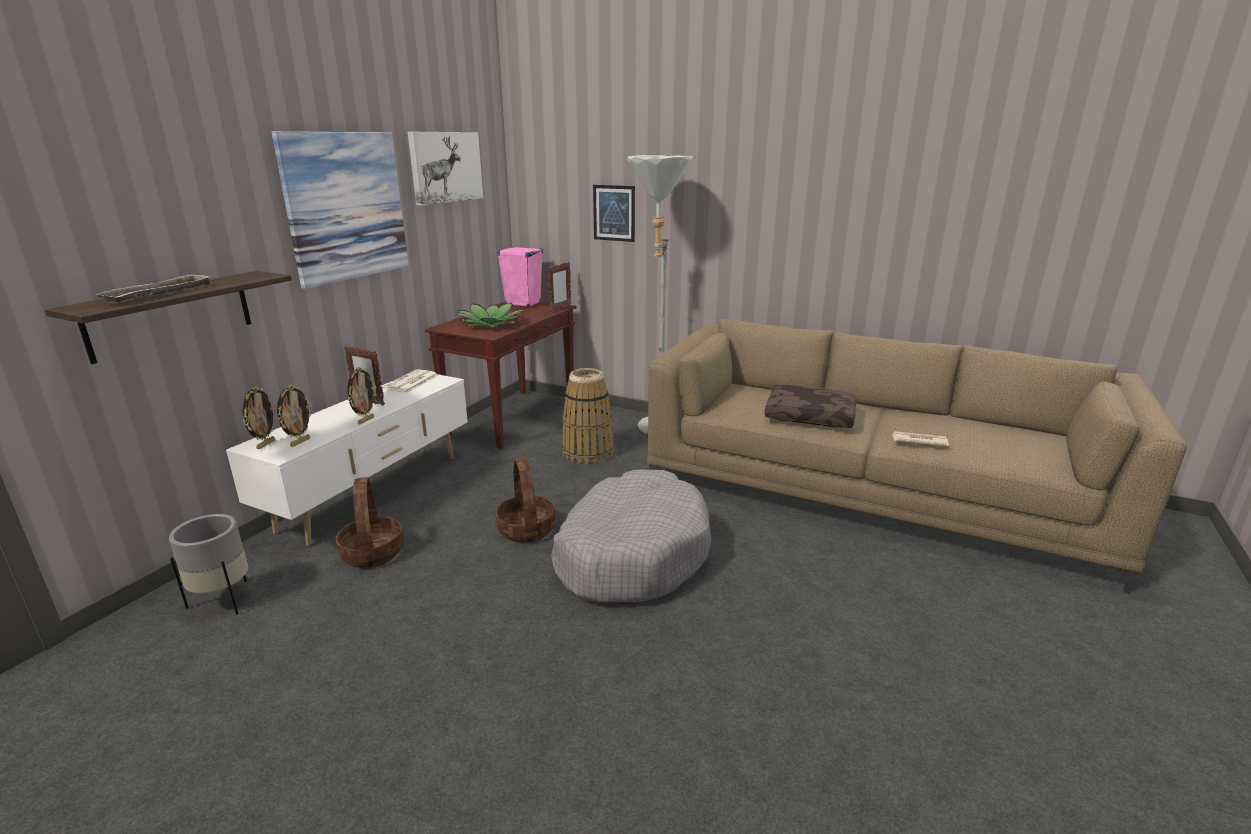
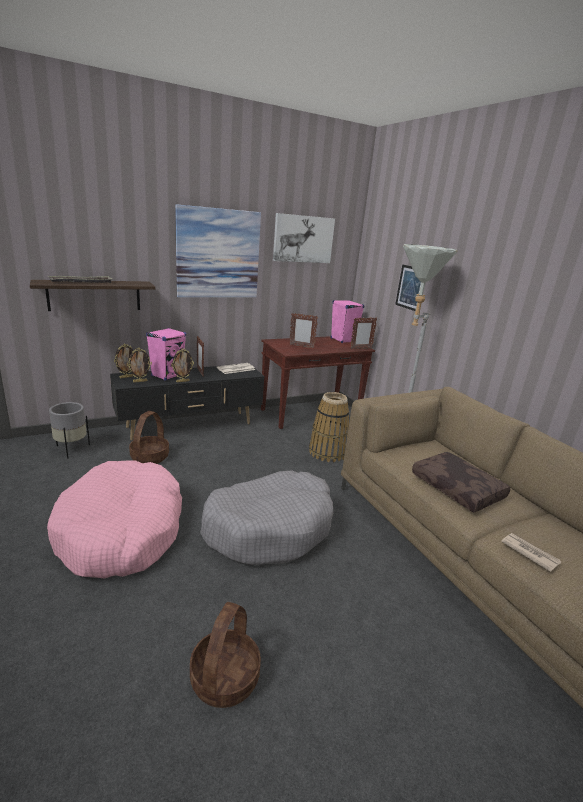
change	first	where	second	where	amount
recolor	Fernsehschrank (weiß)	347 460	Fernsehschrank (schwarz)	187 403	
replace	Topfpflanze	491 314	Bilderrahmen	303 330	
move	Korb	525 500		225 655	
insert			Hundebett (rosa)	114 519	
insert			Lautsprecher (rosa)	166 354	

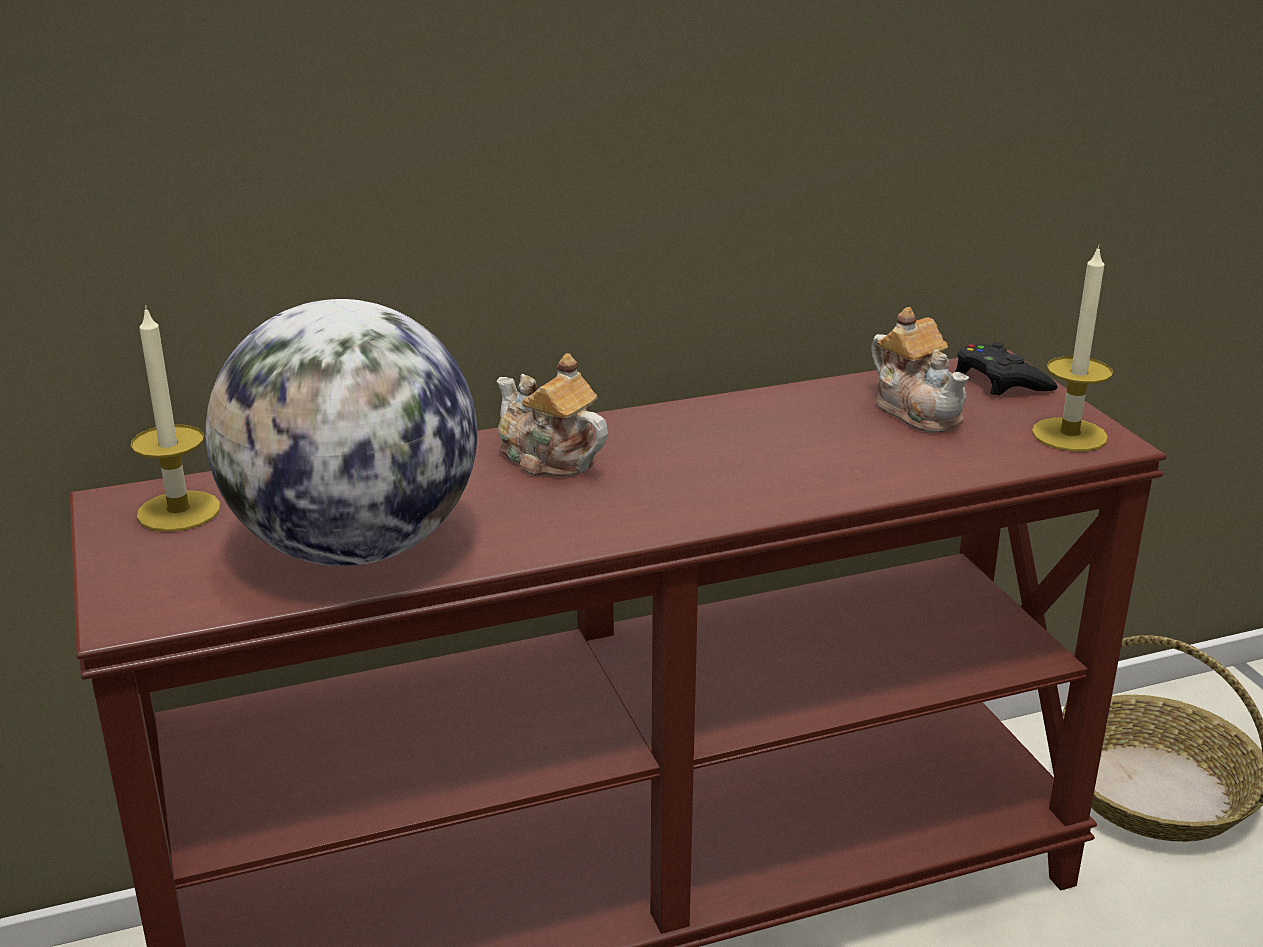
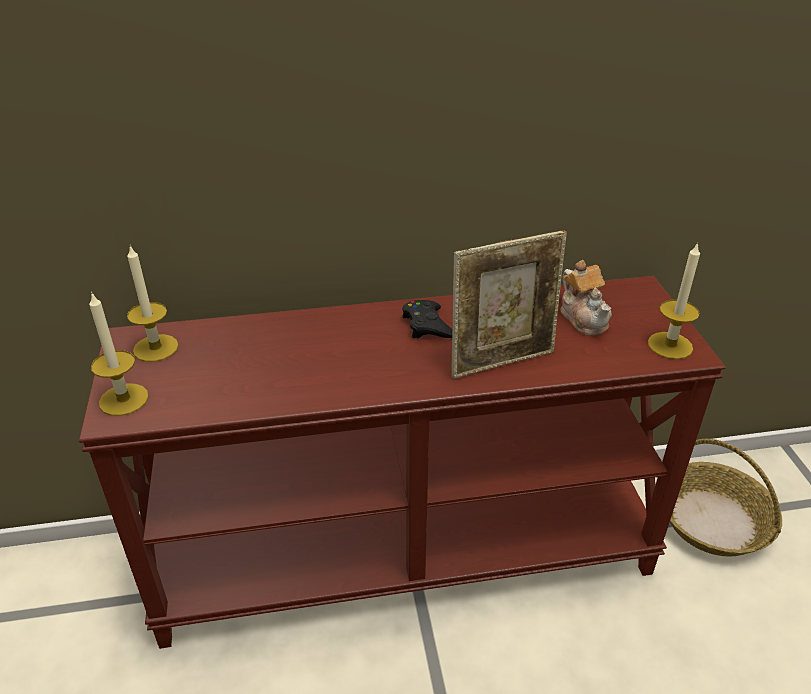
change	first	where	second	where	amount
delete	Globus	341 432			
delete	Teekanne	552 415			
move	Gamepad (schwarz)	1006 368		427 319	
insert			Kerze	119 354	
insert			Bilderrahmen	509 304	

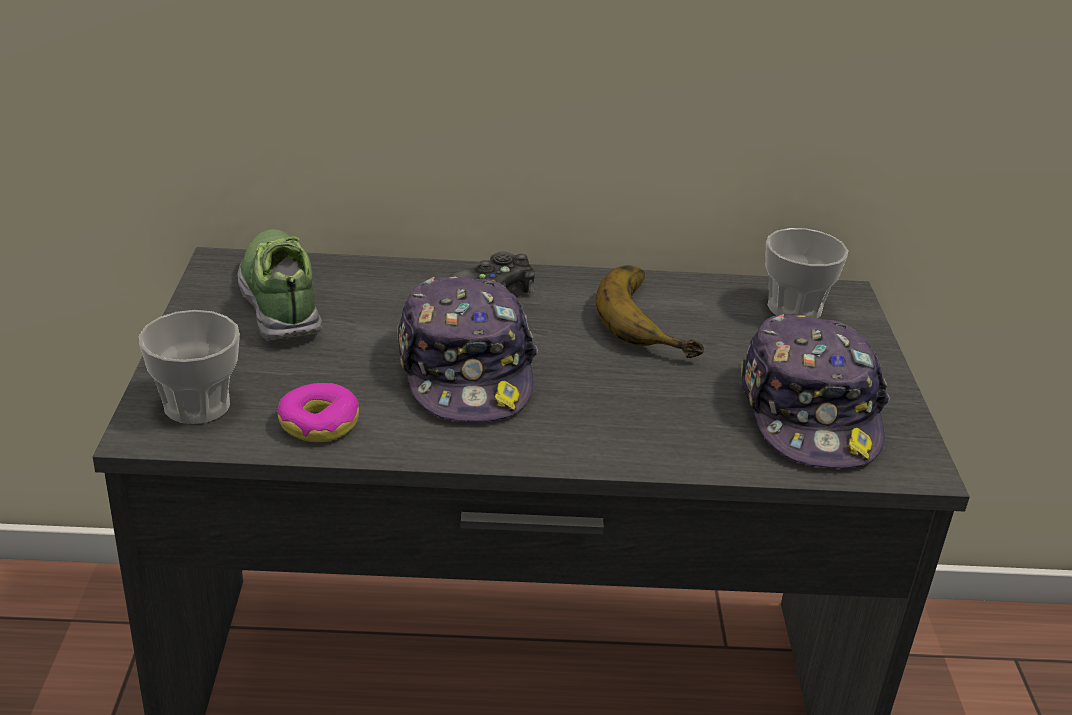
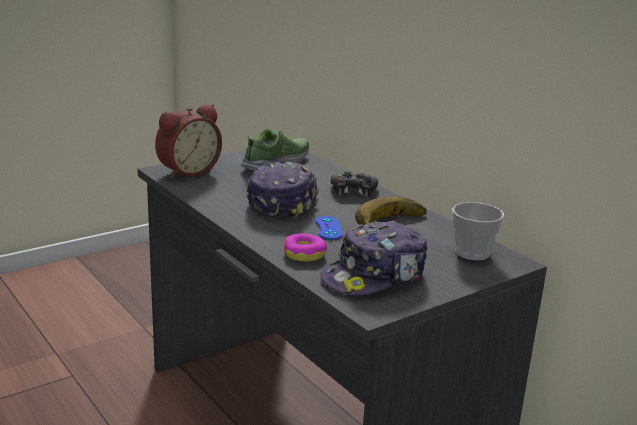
change	first	where	second	where	amount
replace	Tasse	189 367	Wecker	188 141	
move	Donut	318 412		305 248	
rotate	Kappe	467 349		282 190	150 degrees clockwise
insert			Gamepad (blau)	329 228	

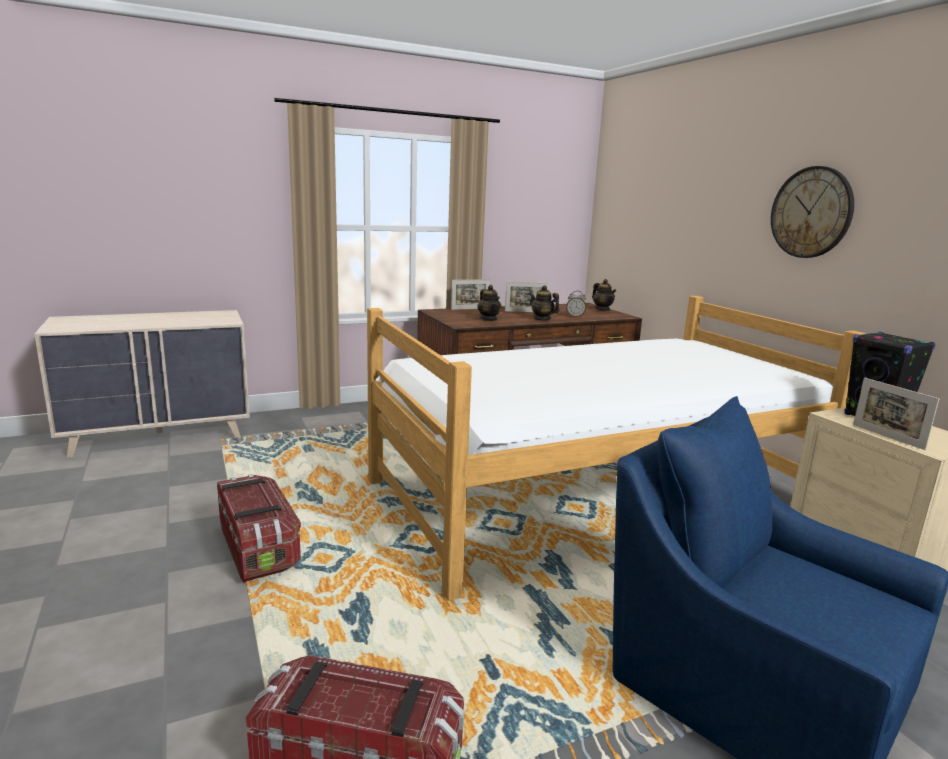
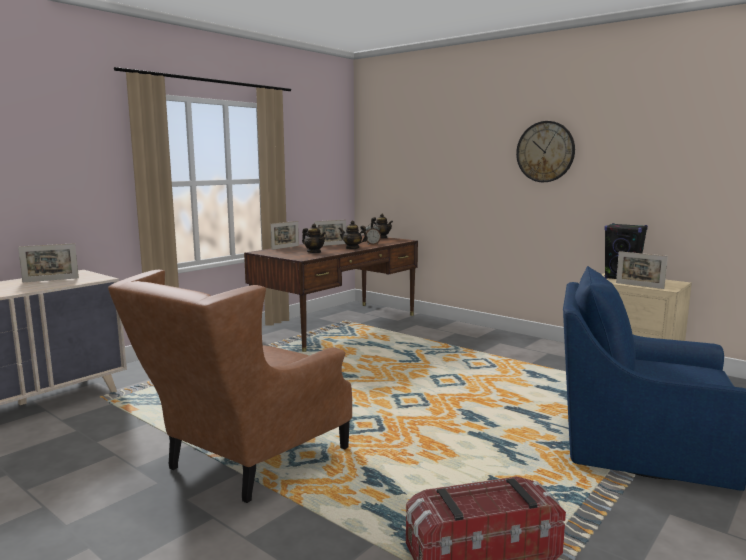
change	first	where	second	where	amount
replace	Aufbewahrungsbox	259 529	Sessel (braun)	230 386	
delete	Bett	616 448			
insert			Bilderrahmen	48 262	

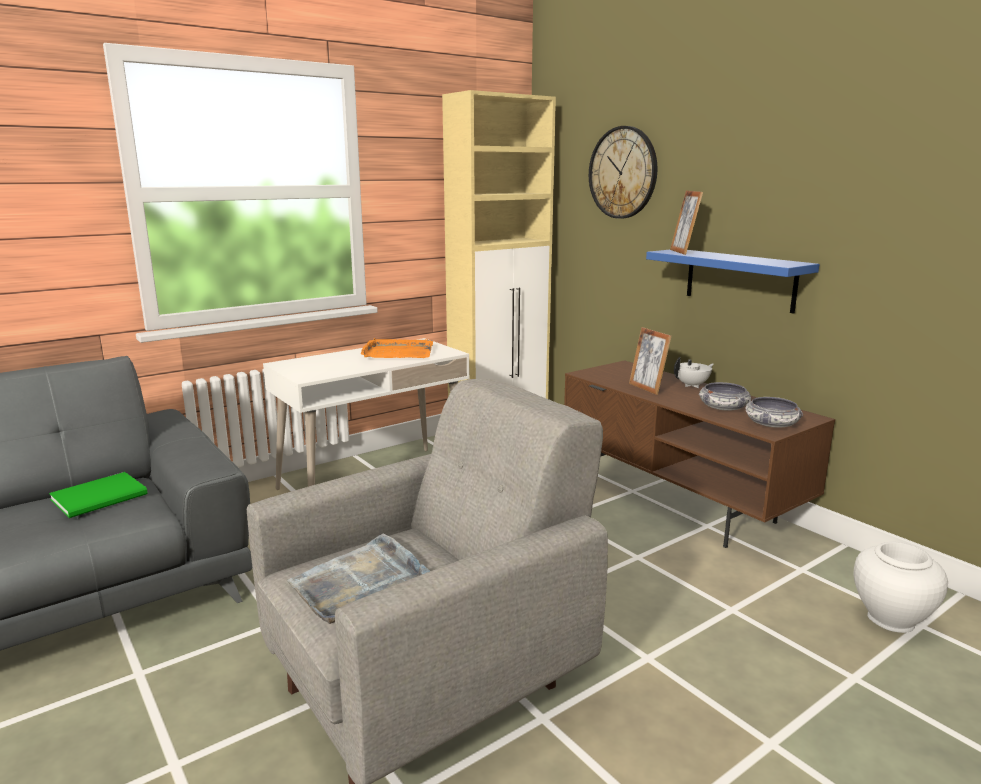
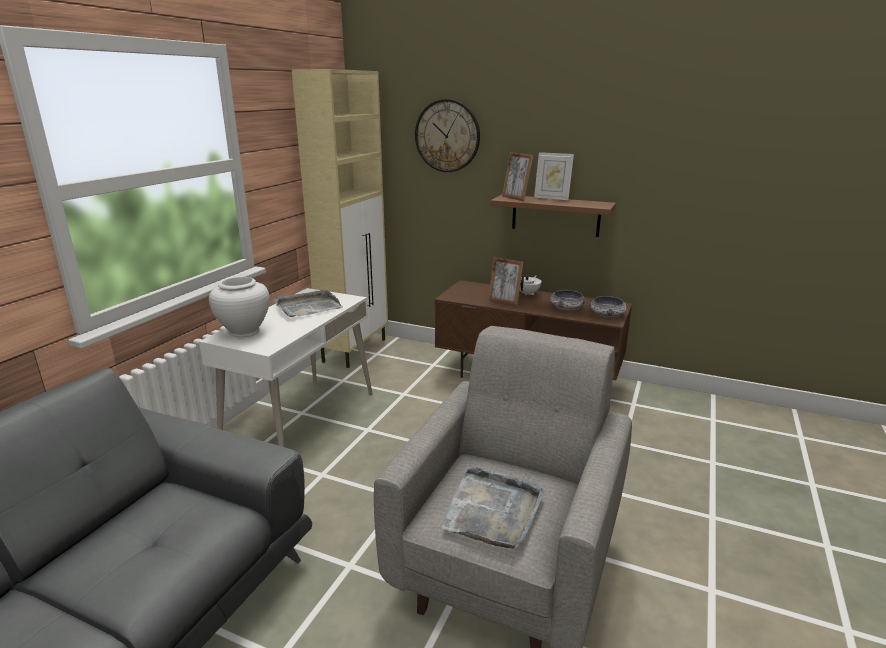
change	first	where	second	where	amount
delete	Buch (grün)	98 495			
recolor	Tablett (orange)	397 348	Tablett (grau)	308 303	
recolor	Wandregal (blau)	733 282	Wandregal (braun)	553 216	
move	Vase (weiß)	900 587		239 307	
insert			Bilderrahmen	554 176	

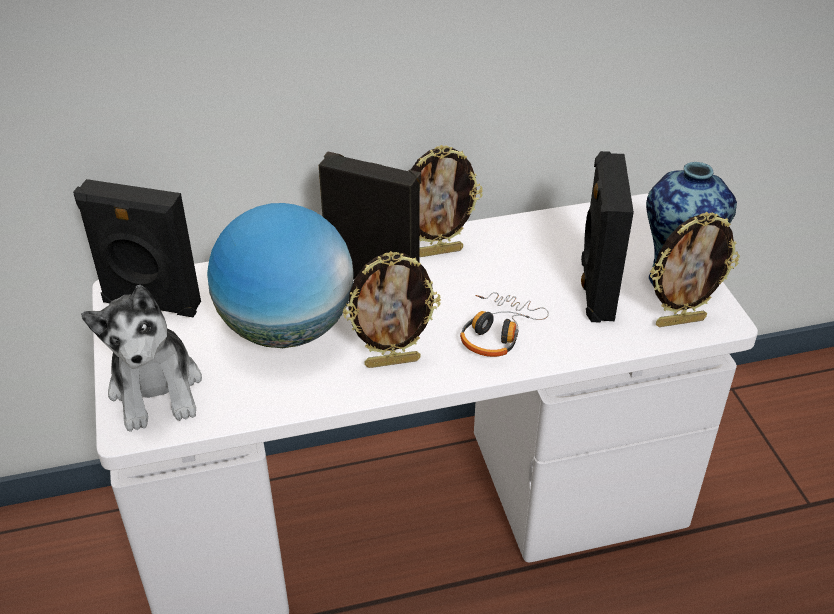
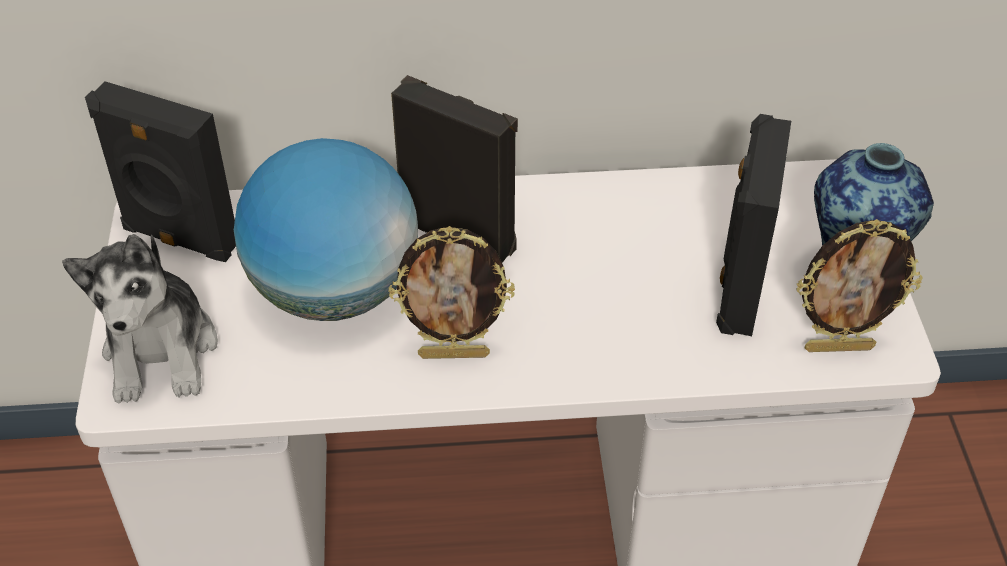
change	first	where	second	where	amount
delete	Bilderrahmen	447 201			
delete	Kopfhörer	504 324			

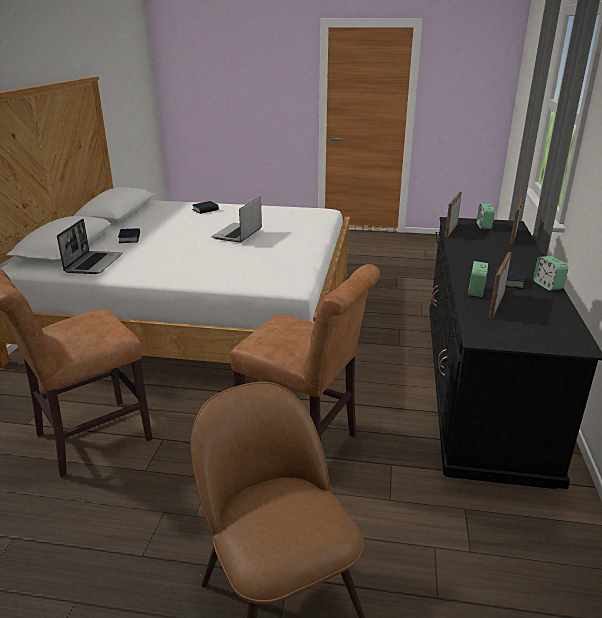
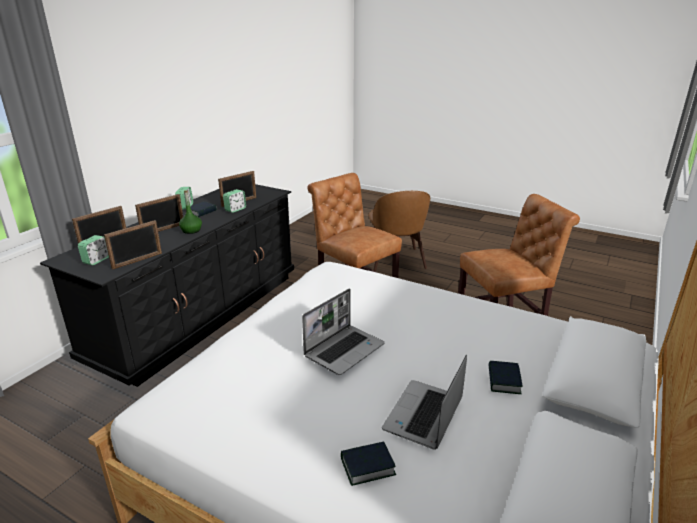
change	first	where	second	where	amount
move	Laptop	89 246		424 402	
insert			Bilderrahmen	159 213	
insert			Flasche (grün)	190 212	

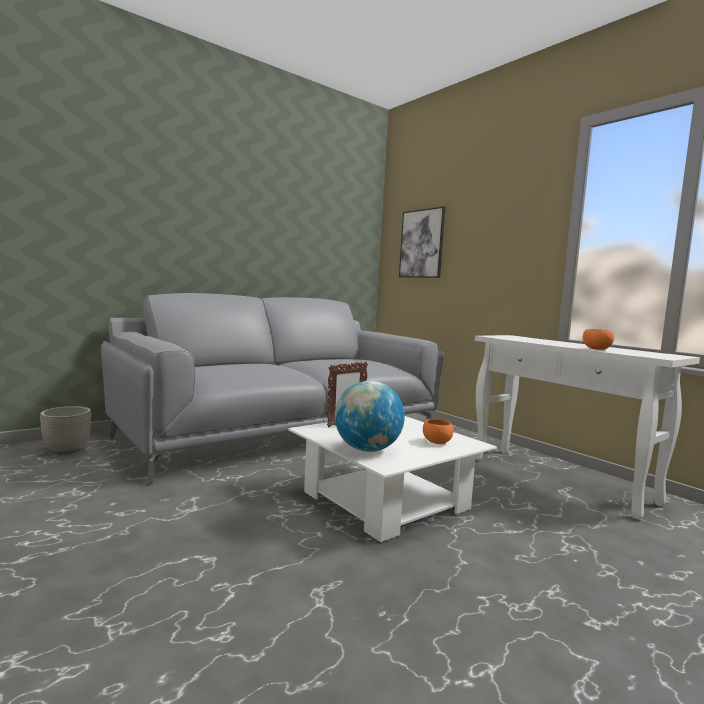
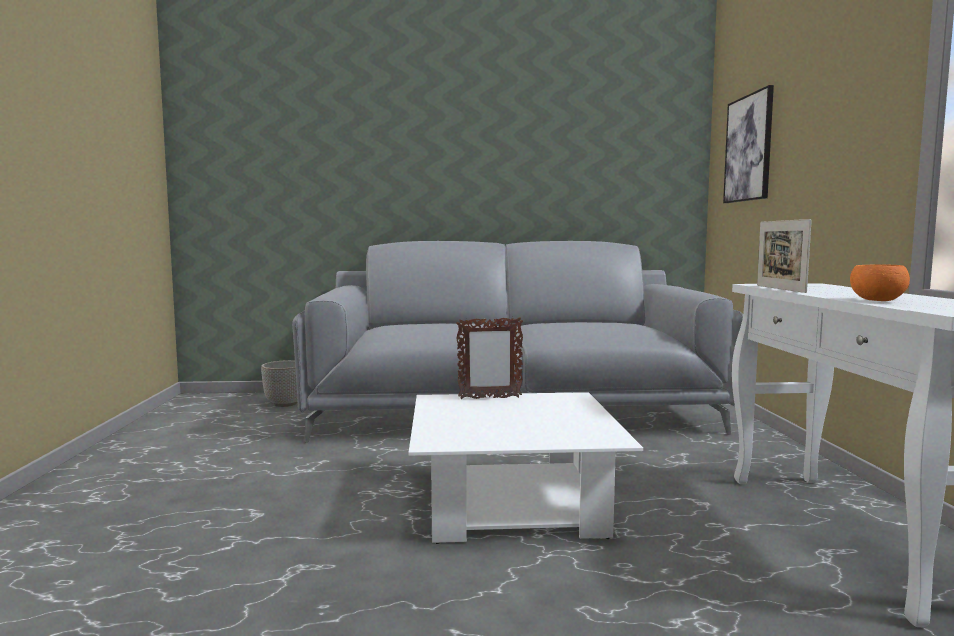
change	first	where	second	where	amount
delete	Globus	370 416			
delete	Schüssel (orange)	438 431			
insert			Bilderrahmen	784 256	

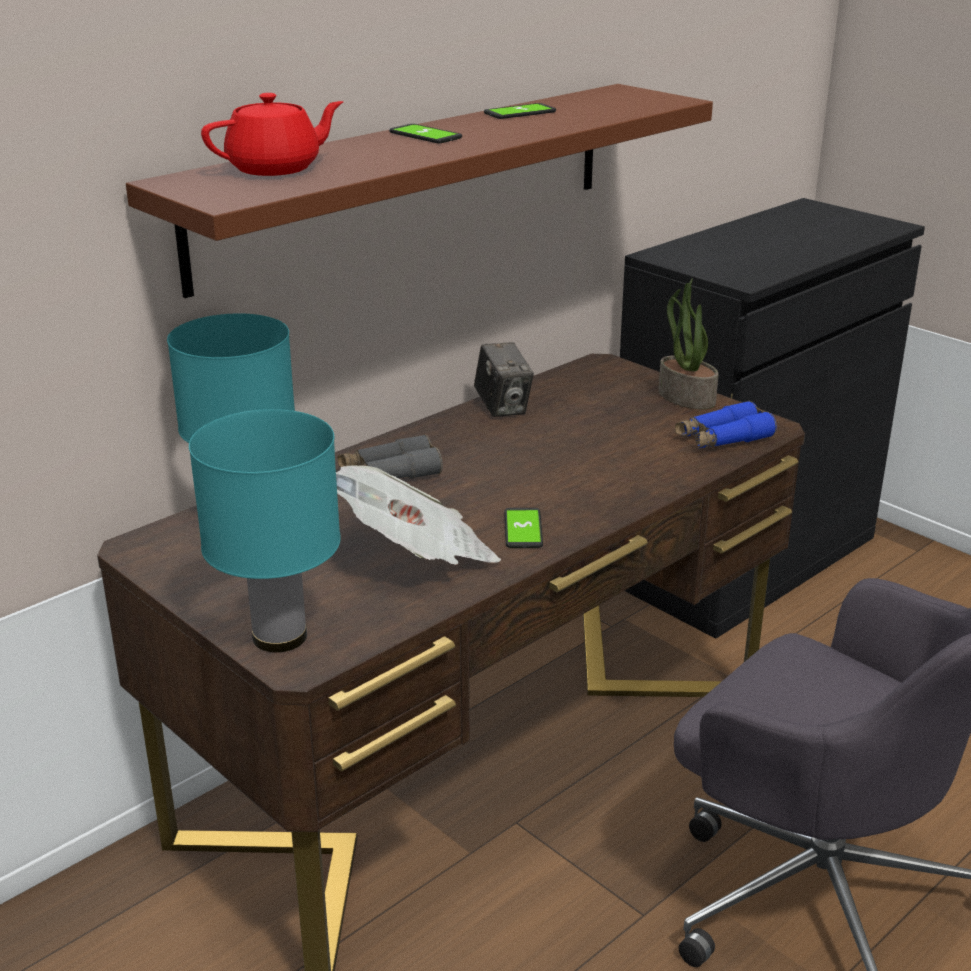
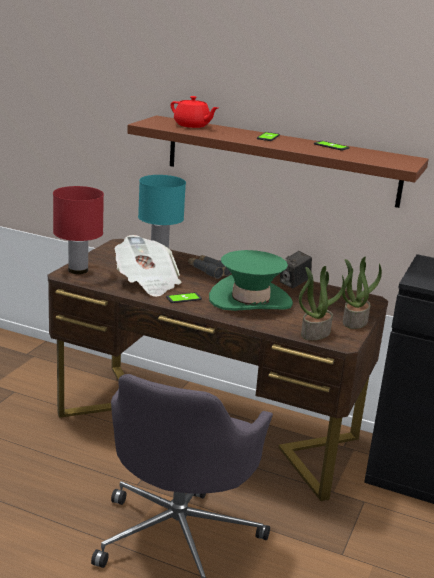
change	first	where	second	where	amount
recolor	Tischlampe (türkis)	265 530	Tischlampe (rot)	78 230	
replace	Fernglas (blau)	726 424	Topfpflanze	322 303	
insert			Hut (grün)	251 280	

